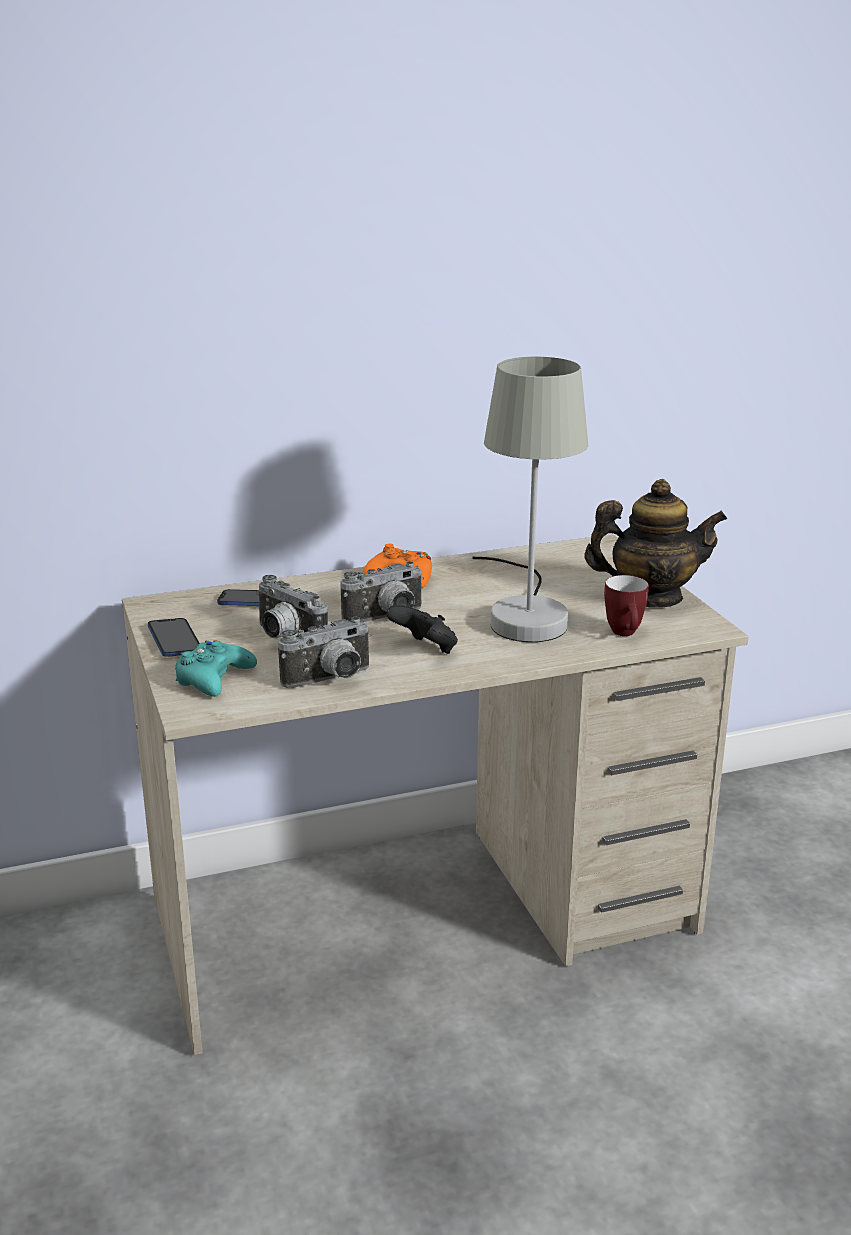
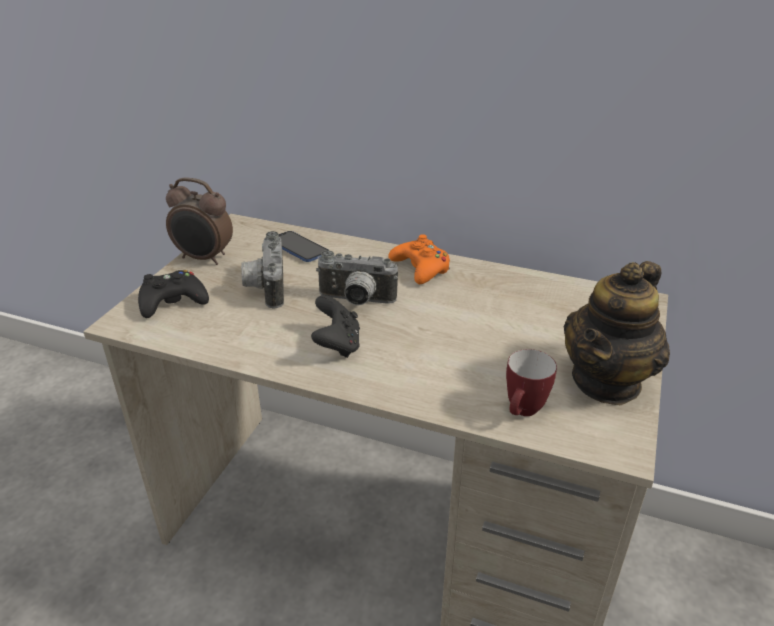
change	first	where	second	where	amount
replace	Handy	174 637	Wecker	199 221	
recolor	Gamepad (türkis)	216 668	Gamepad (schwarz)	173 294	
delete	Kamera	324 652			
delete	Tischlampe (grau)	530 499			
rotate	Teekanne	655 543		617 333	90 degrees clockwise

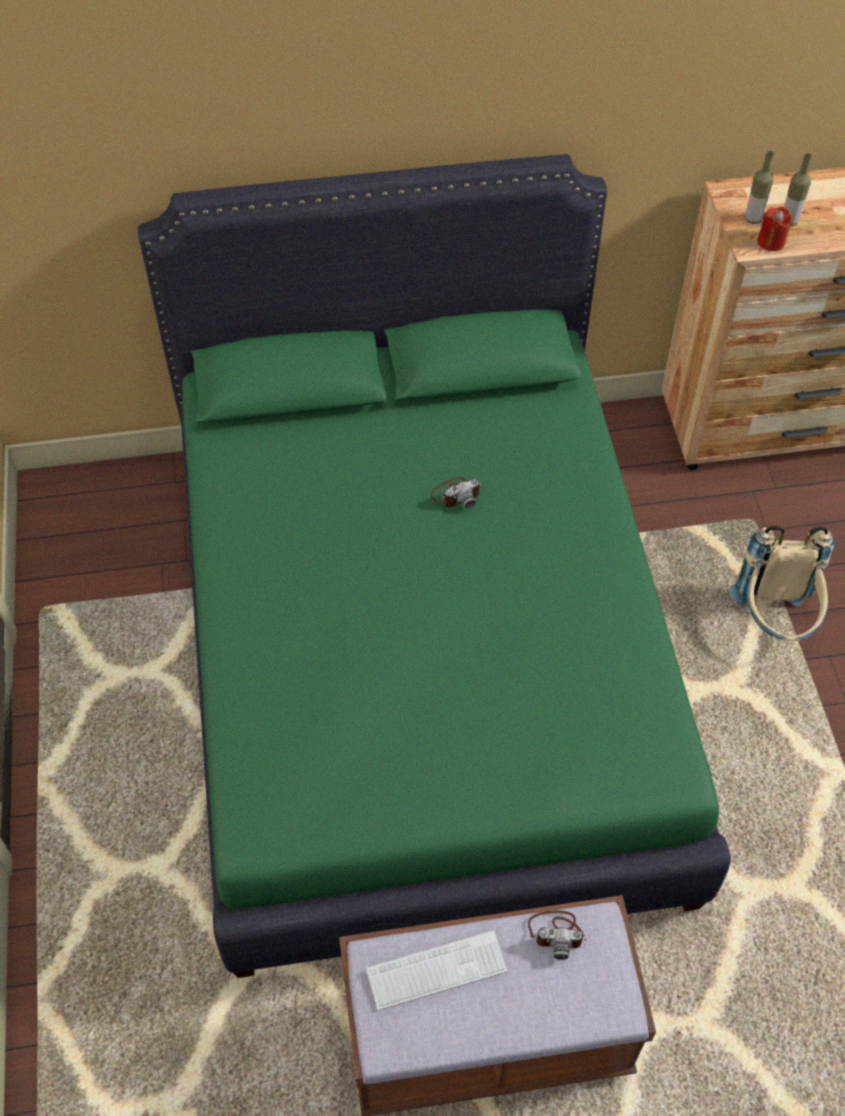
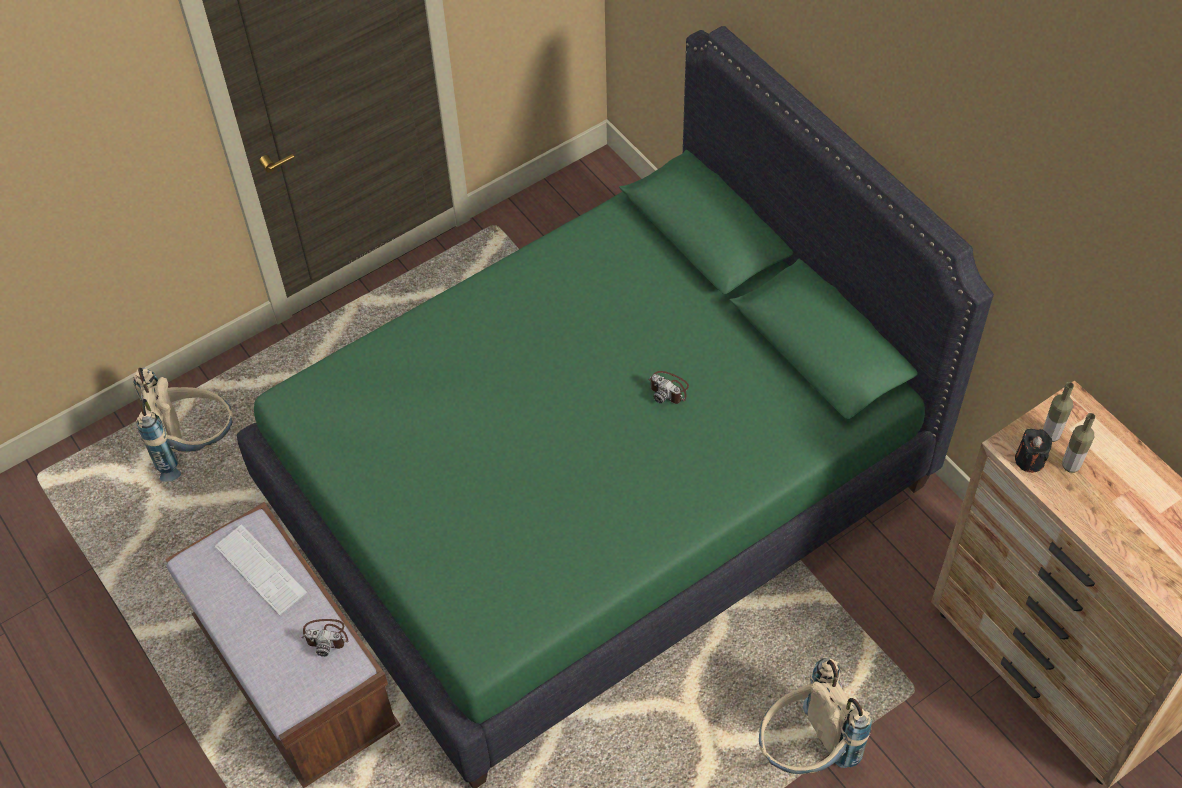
change	first	where	second	where	amount
rotate	Kamera	557 935		324 638	60 degrees counterclockwise
recolor	Kerze (rot)	775 229	Kerze (schwarz)	1033 451	
insert			Rucksack (beige)	183 424	

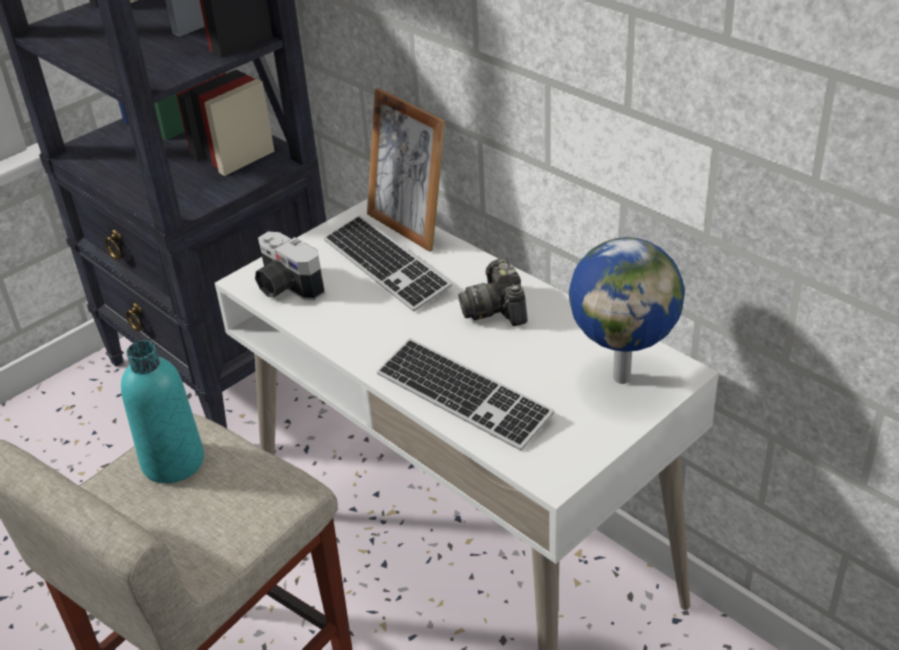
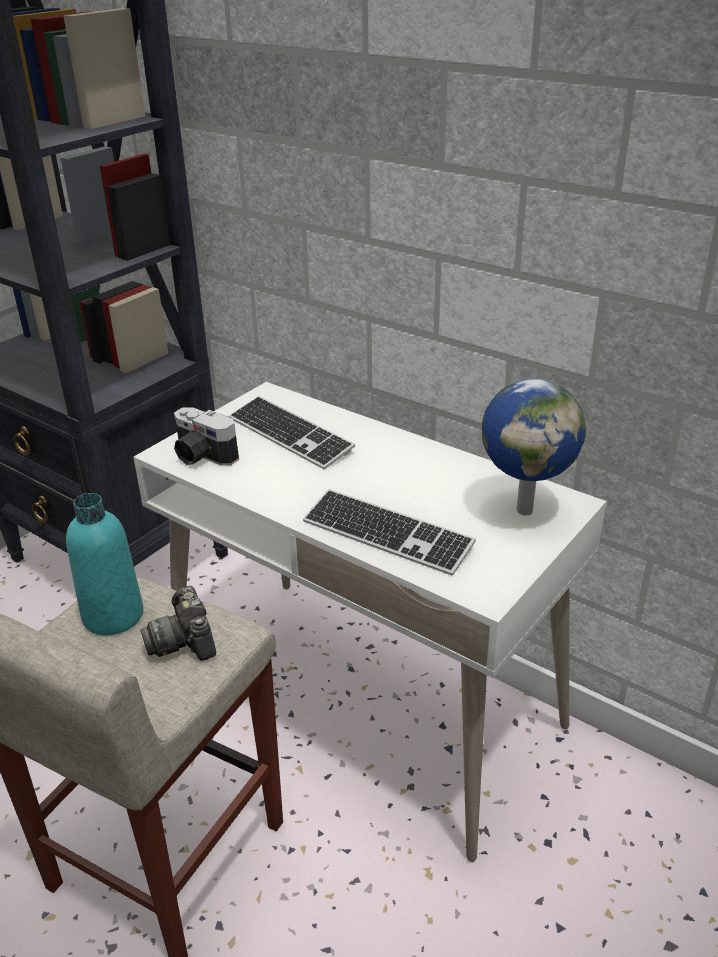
change	first	where	second	where	amount
delete	Bilderrahmen	406 170			
move	Kamera	493 292		178 623	

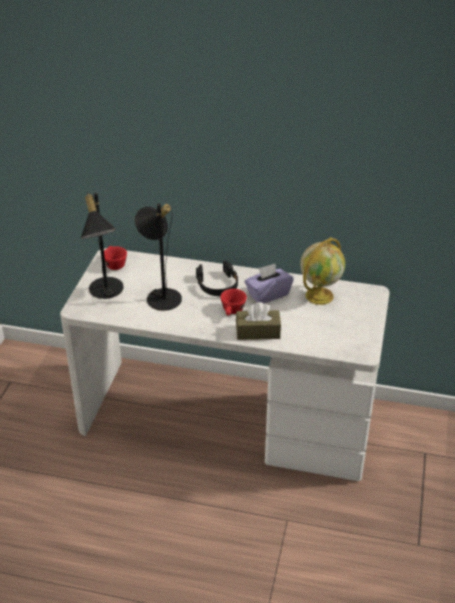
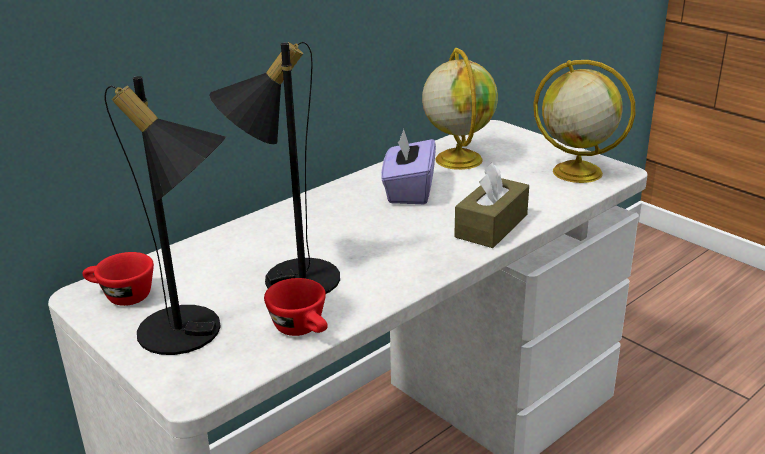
change	first	where	second	where	amount
delete	Kopfhörer (schwarz)	217 278			
move	Tasse (rot)	233 302		296 307	
insert			Globus	584 121	

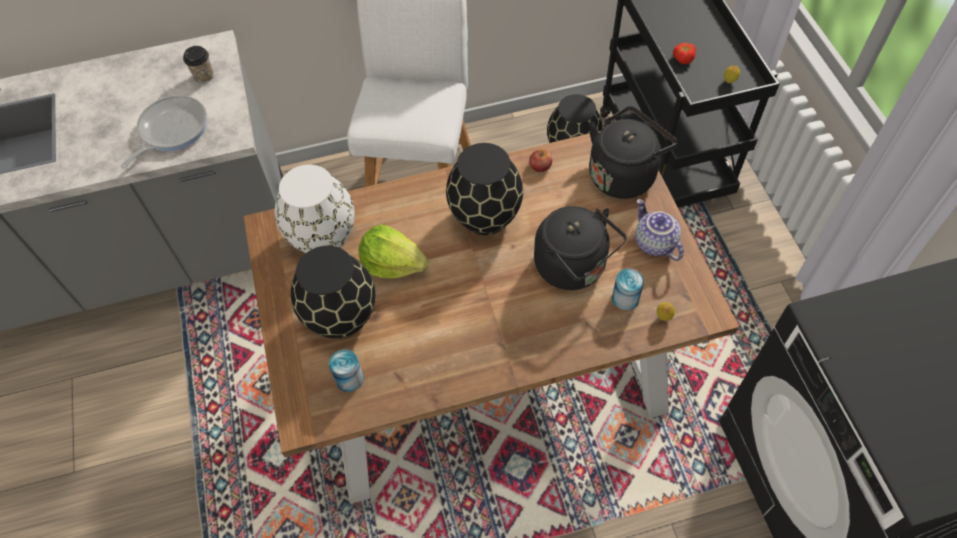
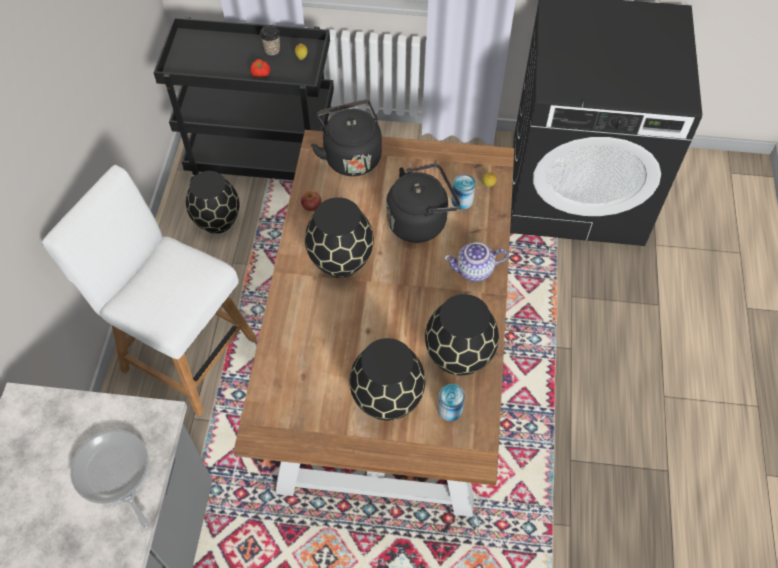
change	first	where	second	where	amount
move	Tasse	198 64		270 40	
delete	Vase (weiß)	315 209			
delete	Salatkopf	393 251			
move	Teekanne	659 230		476 262	
insert			Vase (schwarz)	462 334	

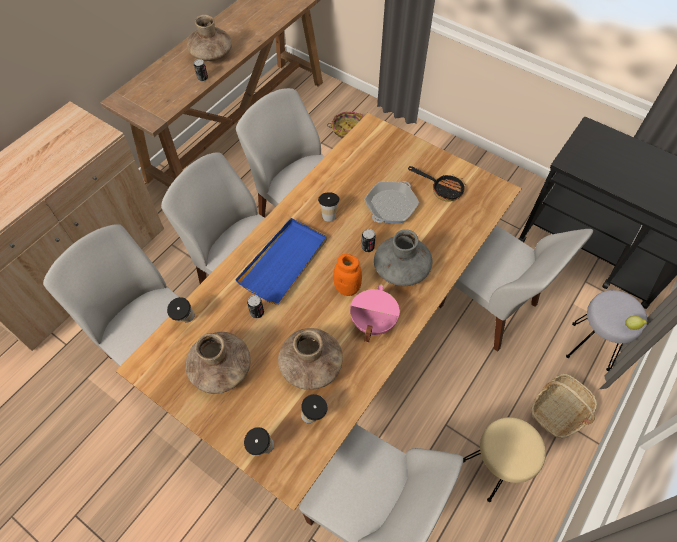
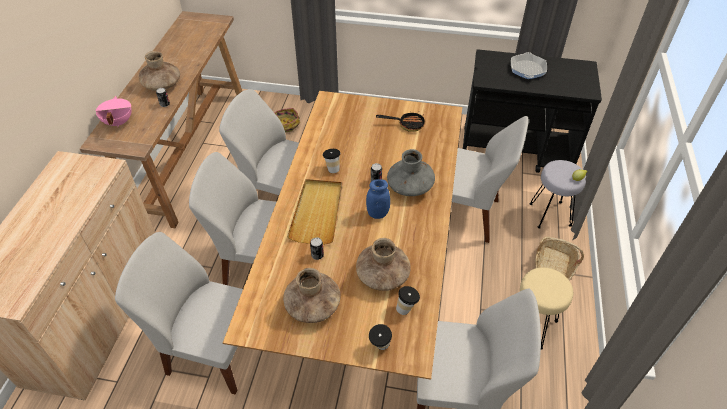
change	first	where	second	where	amount
delete	Tasse	181 309			
recolor	Tablett (blau)	281 261	Tablett (beige)	314 212	
recolor	Vorratsglas (orange)	347 275	Vorratsglas (blau)	378 199	
move	Kochtopf (rosa)	375 313		114 111	
move	Pfanne	391 202		529 65	

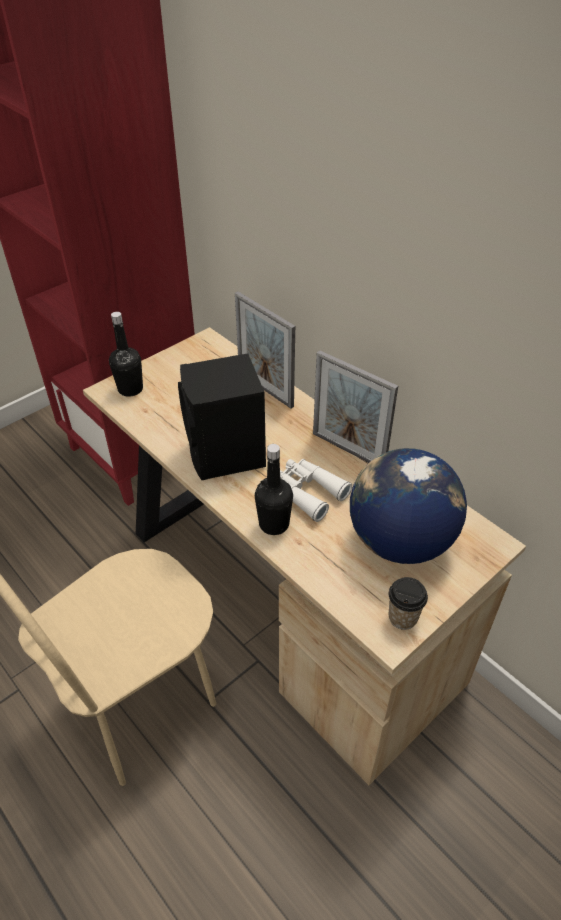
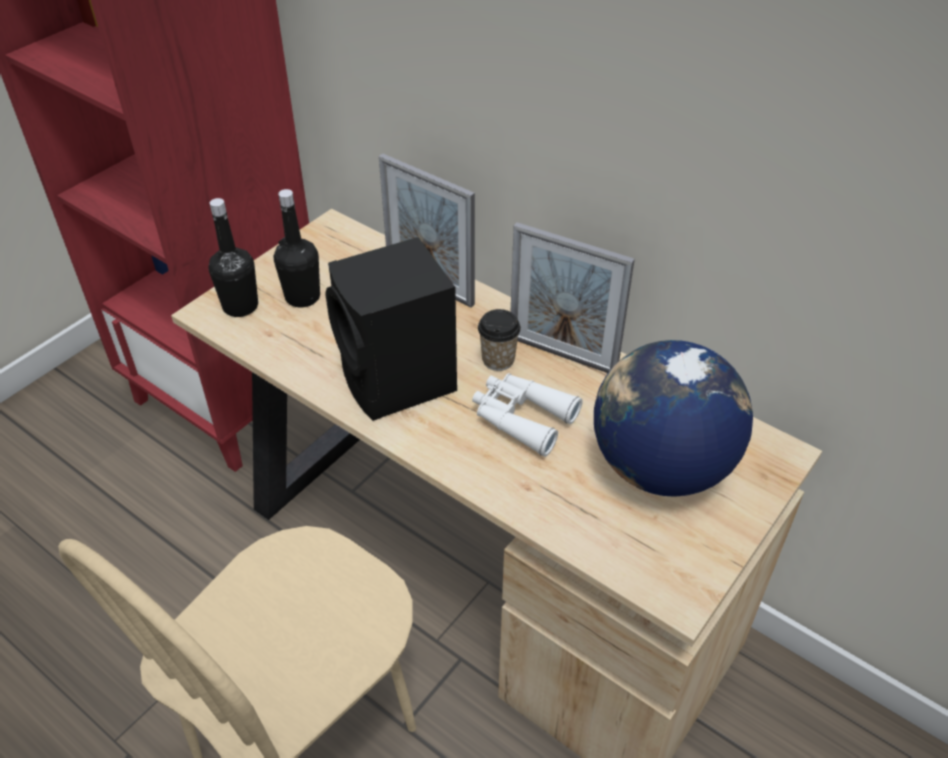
change	first	where	second	where	amount
move	Flasche (schwarz)	274 489		297 248	
move	Tasse	408 603		499 340	

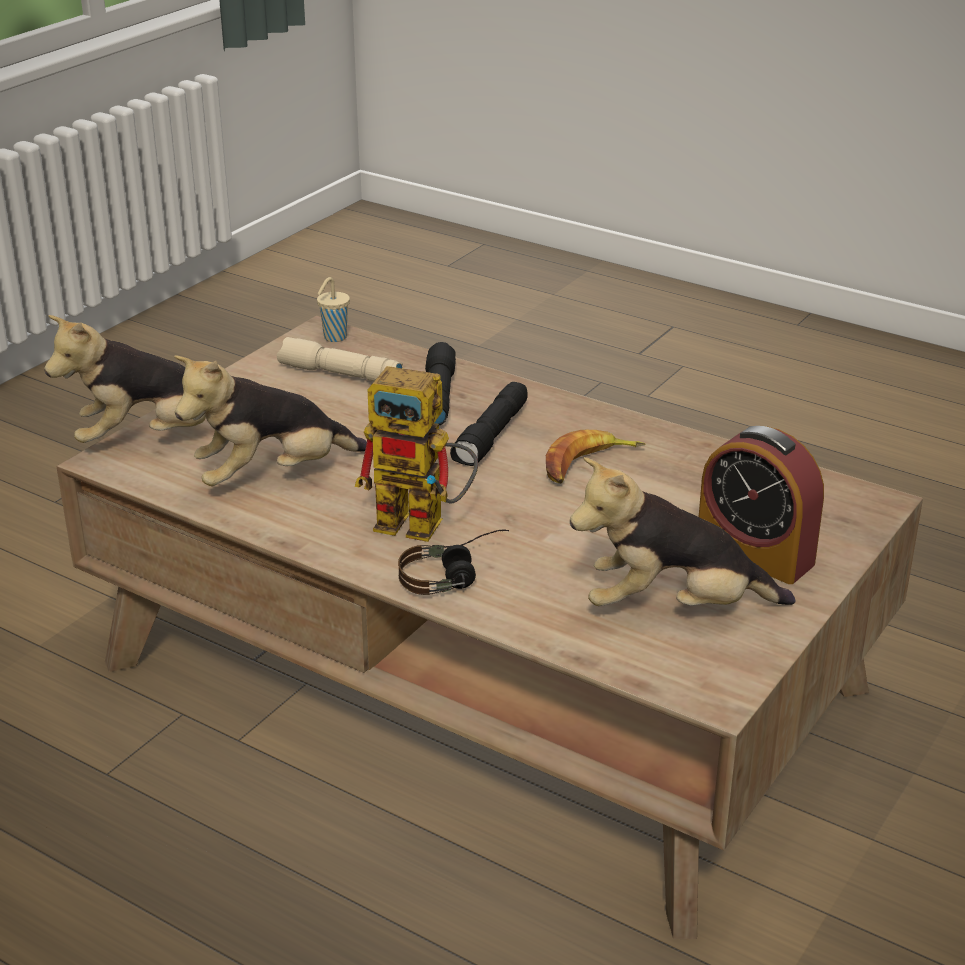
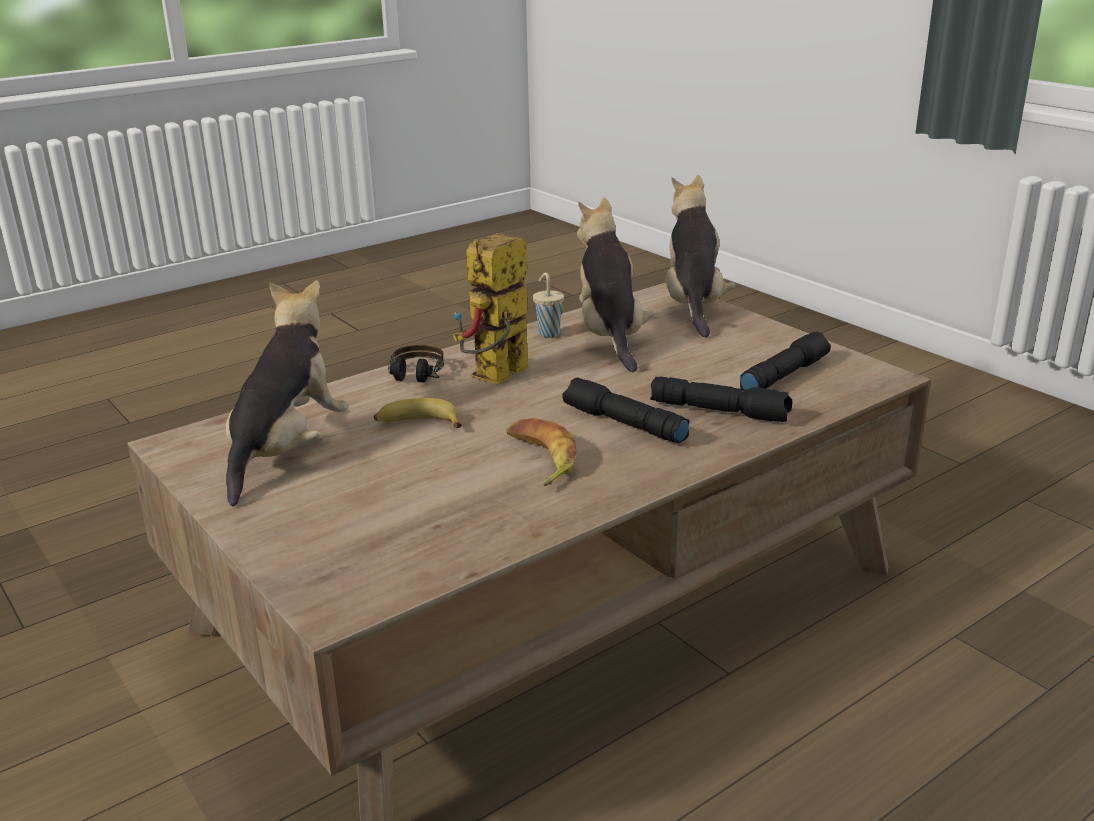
change	first	where	second	where	amount
recolor	Taschenlampe (beige)	340 359	Taschenlampe (schwarz)	785 361	
move	Tasse (beige)	333 309		548 305	
delete	Wecker	761 505			
insert			Banane	418 413	

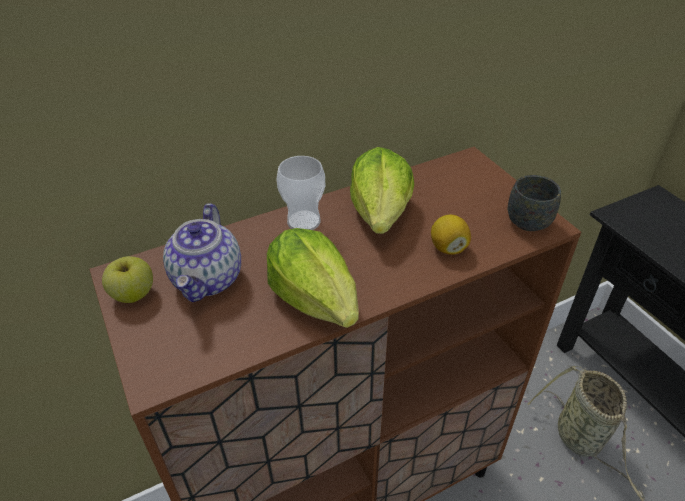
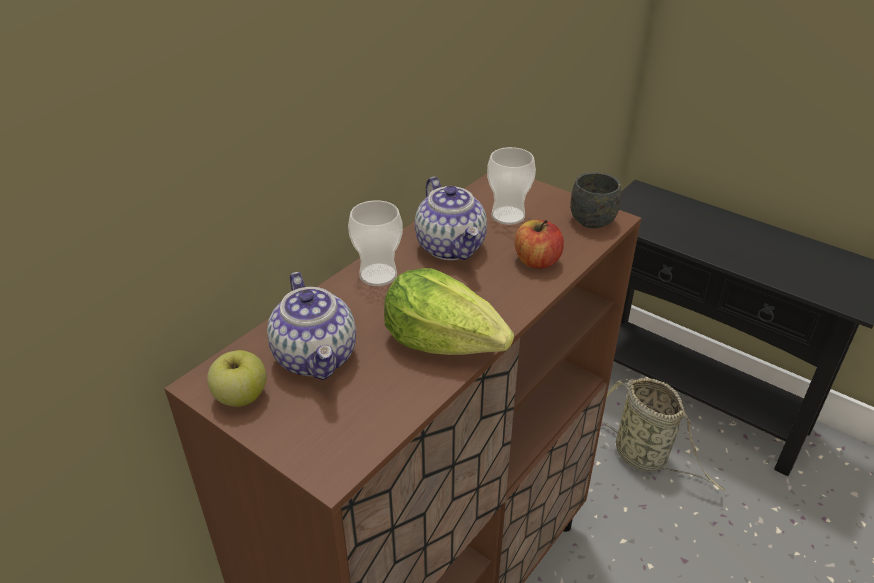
change	first	where	second	where	amount
replace	Salatkopf	382 190	Teekanne	451 218	
replace	Zitrone	451 235	Apfel	539 244	
insert			Tasse	511 186	

